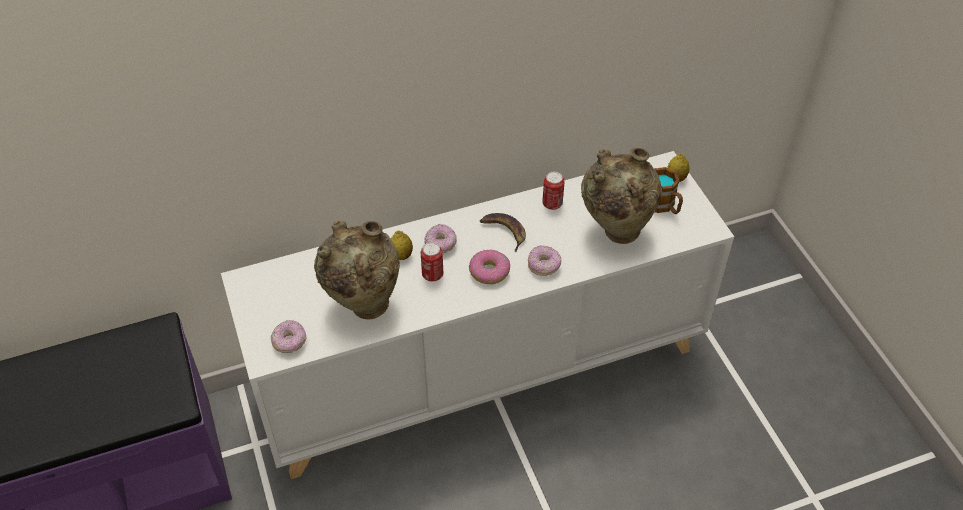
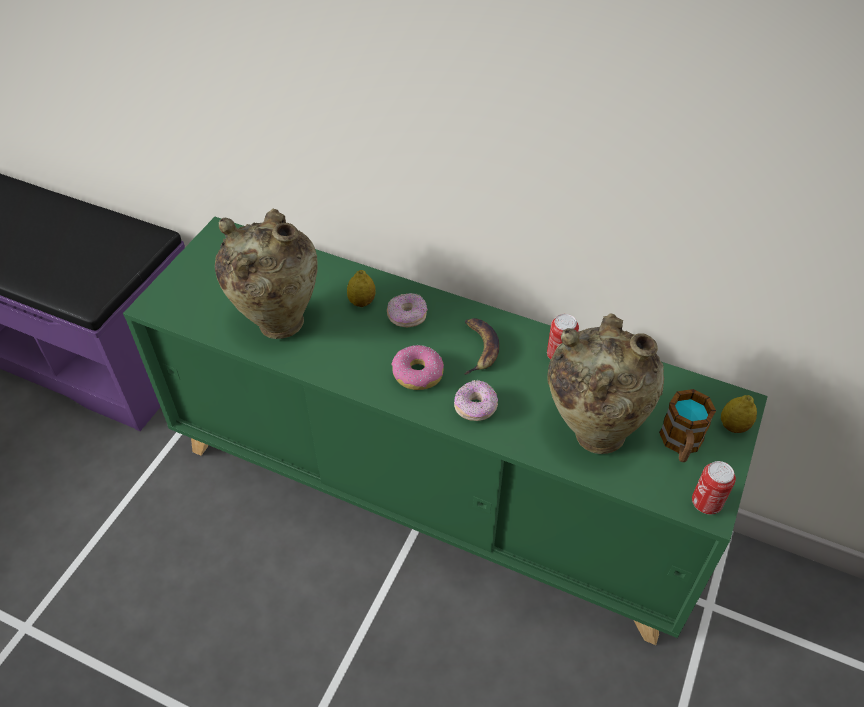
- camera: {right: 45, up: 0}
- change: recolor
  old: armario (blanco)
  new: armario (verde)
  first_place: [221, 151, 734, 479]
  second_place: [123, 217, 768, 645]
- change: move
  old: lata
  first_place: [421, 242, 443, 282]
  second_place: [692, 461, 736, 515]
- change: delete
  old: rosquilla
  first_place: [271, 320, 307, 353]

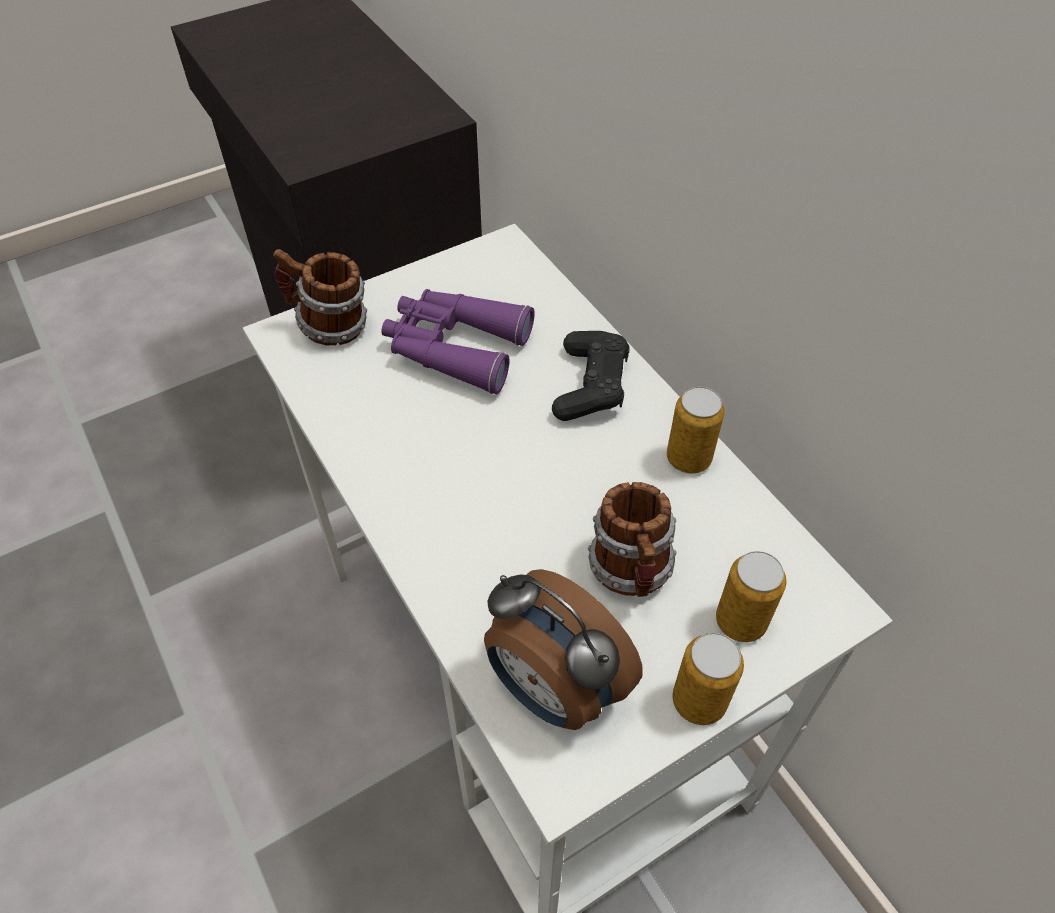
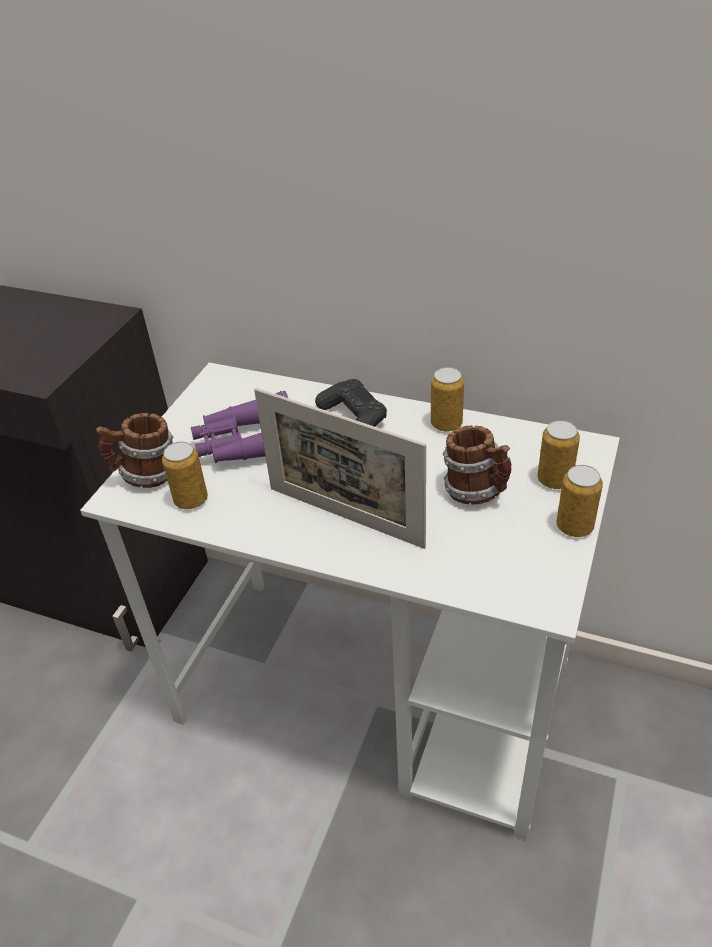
- camera: {right: -35, up: -10}
- change: delete
  old: despertador
  first_place: [484, 569, 642, 730]
- change: insert
  new: portarretratos
  second_place: [254, 388, 426, 549]
- change: insert
  new: lata
  second_place: [162, 442, 208, 509]

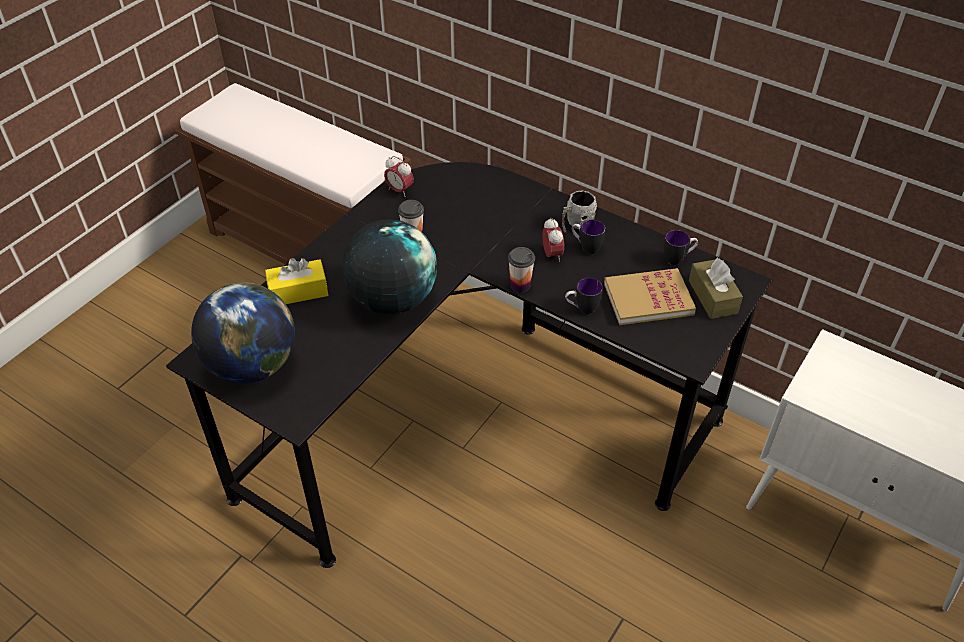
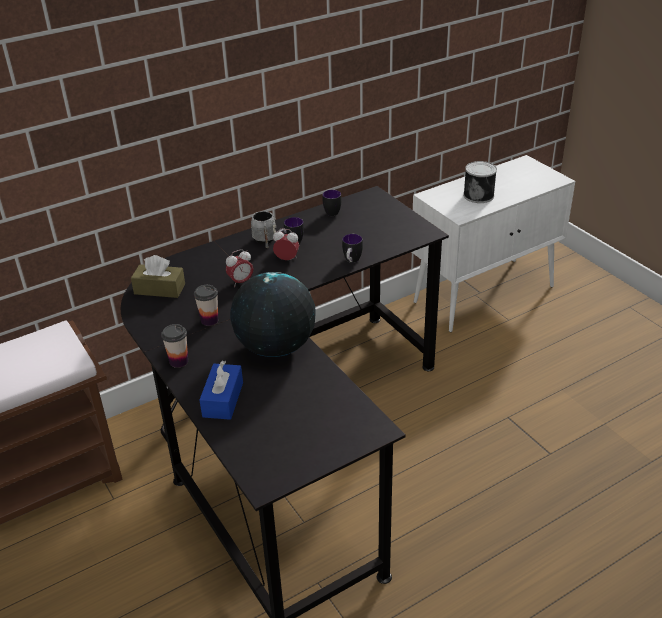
- camera: {right: -65, up: -10}
- change: move
  old: despertador
  first_place: [384, 156, 414, 197]
  second_place: [226, 249, 253, 287]
- change: move
  old: taza
  first_place: [508, 247, 535, 293]
  second_place: [161, 324, 188, 368]
- change: recolor
  old: caja de pañuelos (amarillo)
  new: caja de pañuelos (azul)
  first_place: [265, 258, 328, 304]
  second_place: [199, 361, 243, 420]
- change: move
  old: caja de pañuelos (marrón)
  first_place: [689, 258, 743, 319]
  second_place: [131, 255, 185, 298]
- change: delete
  old: libro
  first_place: [604, 268, 696, 325]
- change: delete
  old: globo terráqueo
  first_place: [191, 282, 295, 383]
- change: insert
  new: lata
  second_place: [463, 161, 497, 203]

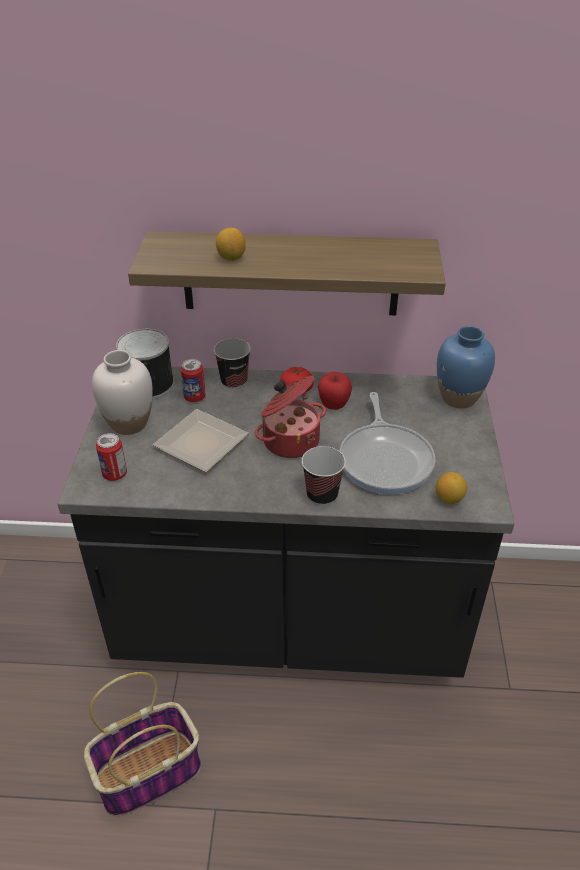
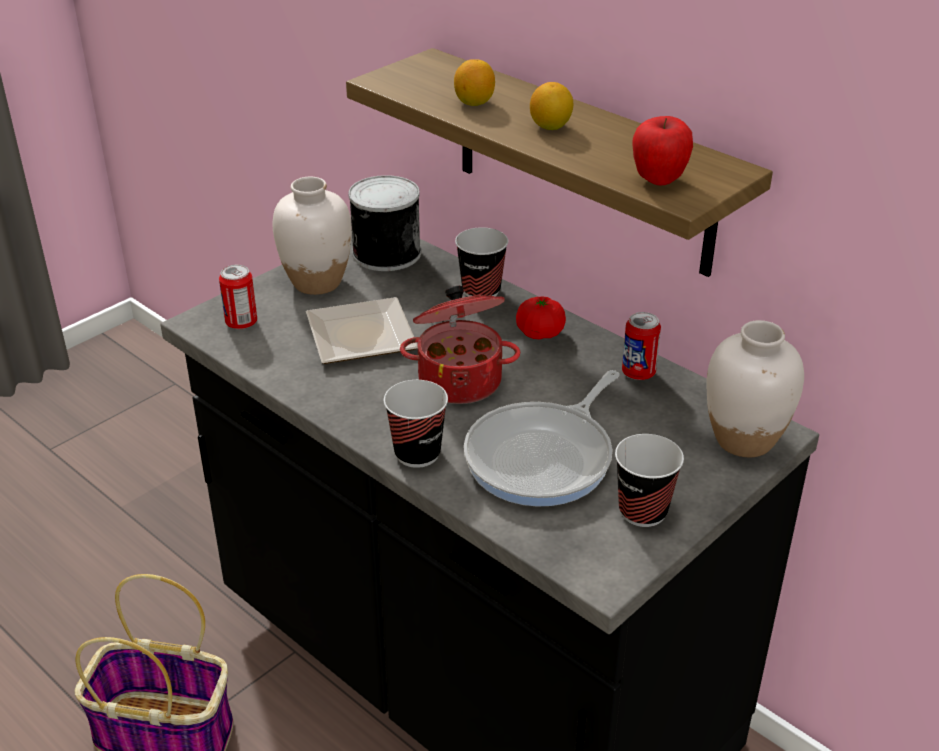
- camera: {right: 40, up: -5}
- change: recolor
  old: florero (azul)
  new: florero (blanco)
  first_place: [437, 326, 495, 408]
  second_place: [707, 320, 804, 457]
- change: move
  old: lata
  first_place: [181, 359, 206, 402]
  second_place: [622, 312, 661, 380]
- change: move
  old: manzana
  first_place: [318, 372, 352, 410]
  second_place: [632, 116, 693, 185]
- change: move
  old: limón
  first_place: [436, 472, 467, 504]
  second_place: [530, 82, 573, 130]
- change: insert
  new: taza
  second_place: [615, 434, 684, 527]

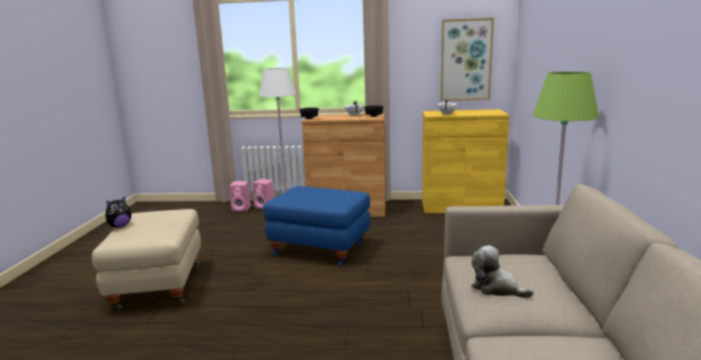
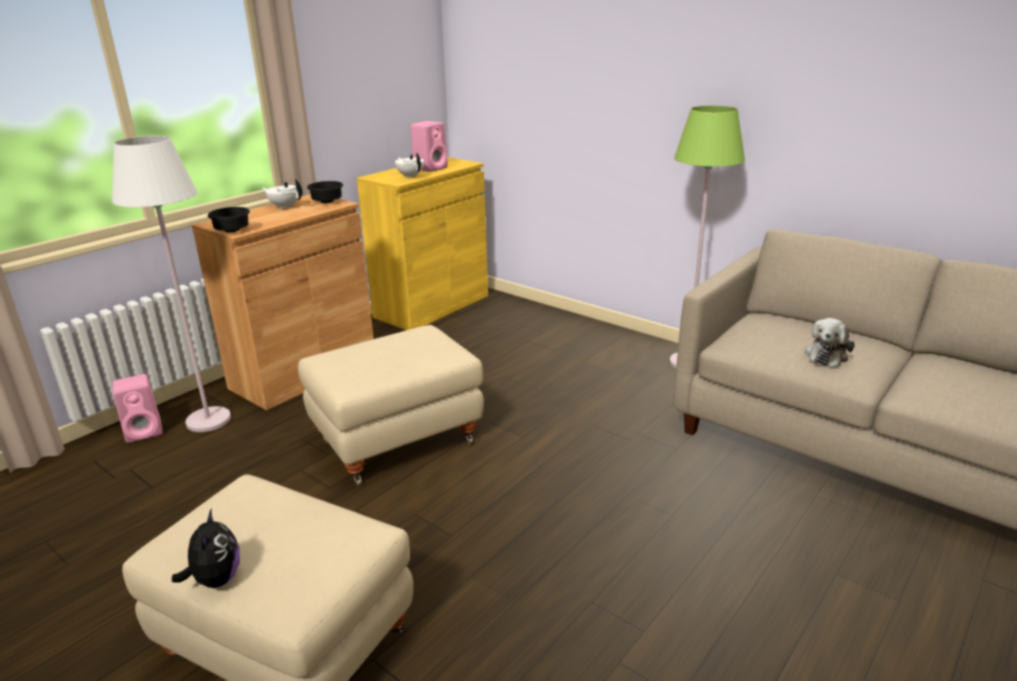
- camera: {right: -55, up: 10}
- change: delete
  old: cuadro
  first_place: [440, 18, 494, 101]
- change: move
  old: altavoz (rosa)
  first_place: [230, 181, 251, 212]
  second_place: [411, 121, 448, 172]
- change: recolor
  old: puf (azul)
  new: puf (beis)
  first_place: [263, 186, 370, 266]
  second_place: [298, 325, 484, 486]
- change: rotate
  old: peluche
  first_place: [471, 245, 534, 298]
  second_place: [804, 318, 855, 367]
  degrees: -45

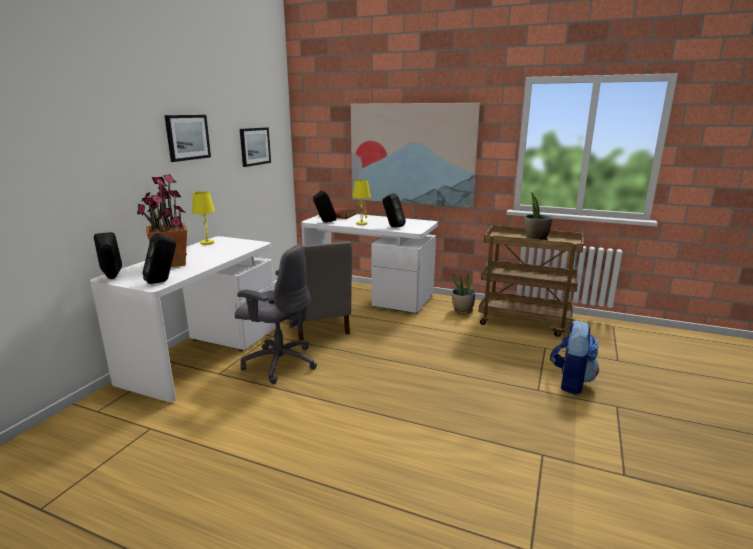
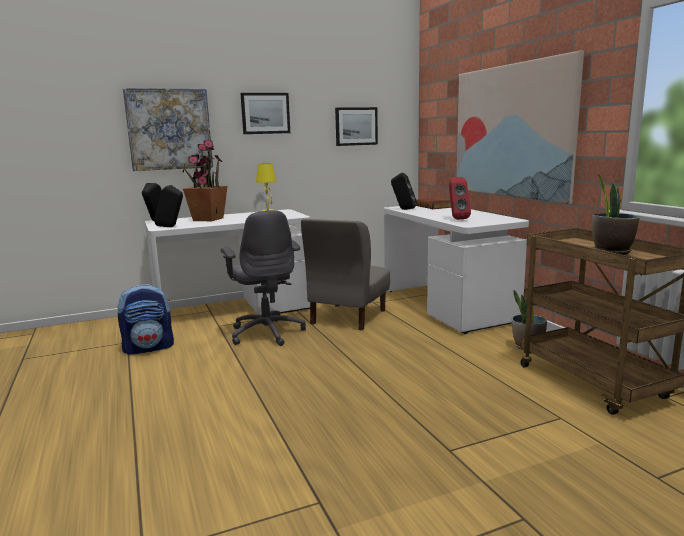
- camera: {right: 45, up: -5}
- change: delete
  old: lámpara de mesa (amarillo)
  first_place: [352, 180, 371, 225]
- change: recolor
  old: altavoz (negro)
  new: altavoz (rojo)
  first_place: [382, 193, 406, 227]
  second_place: [449, 177, 471, 220]
- change: move
  old: mochila
  first_place: [550, 320, 599, 394]
  second_place: [117, 284, 174, 355]
- change: insert
  new: cuadro
  second_place: [123, 88, 213, 171]

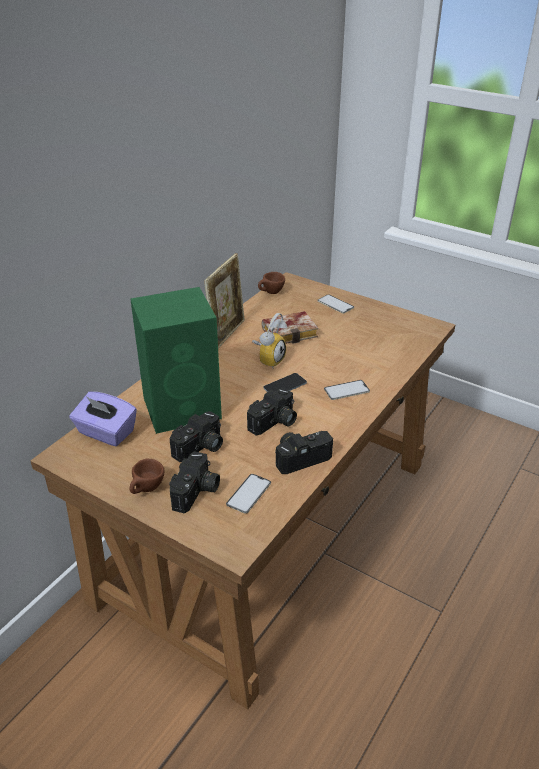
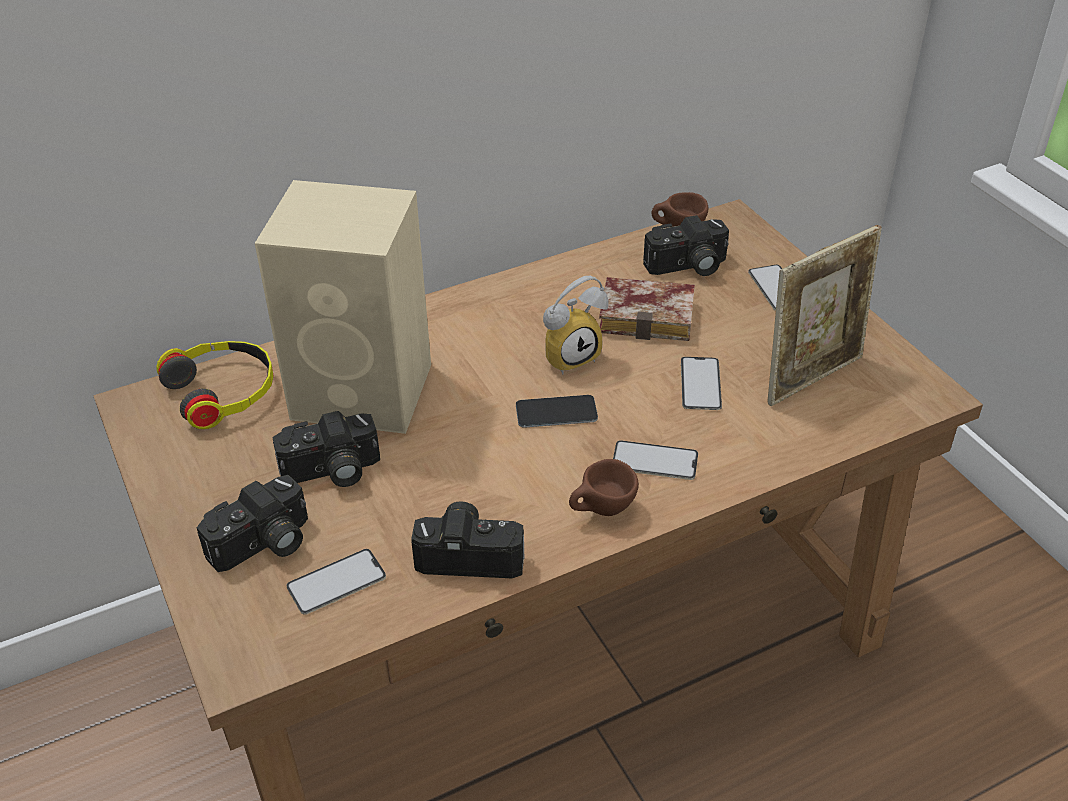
- camera: {right: 30, up: 5}
- change: move
  old: portarretratos
  first_place: [204, 253, 245, 349]
  second_place: [767, 225, 882, 406]
- change: recolor
  old: altavoz (verde)
  new: altavoz (beis)
  first_place: [130, 287, 222, 434]
  second_place: [255, 180, 431, 434]
- change: move
  old: cámara
  first_place: [247, 388, 297, 436]
  second_place: [643, 215, 729, 276]
- change: replace
  old: caja de pañuelos (morado)
  new: auriculares
  first_place: [69, 391, 137, 446]
  second_place: [156, 341, 274, 429]
- change: move
  old: taza (marrón)
  first_place: [129, 459, 164, 494]
  second_place: [569, 459, 639, 516]
- change: insert
  new: móvil
  second_place: [681, 357, 722, 410]

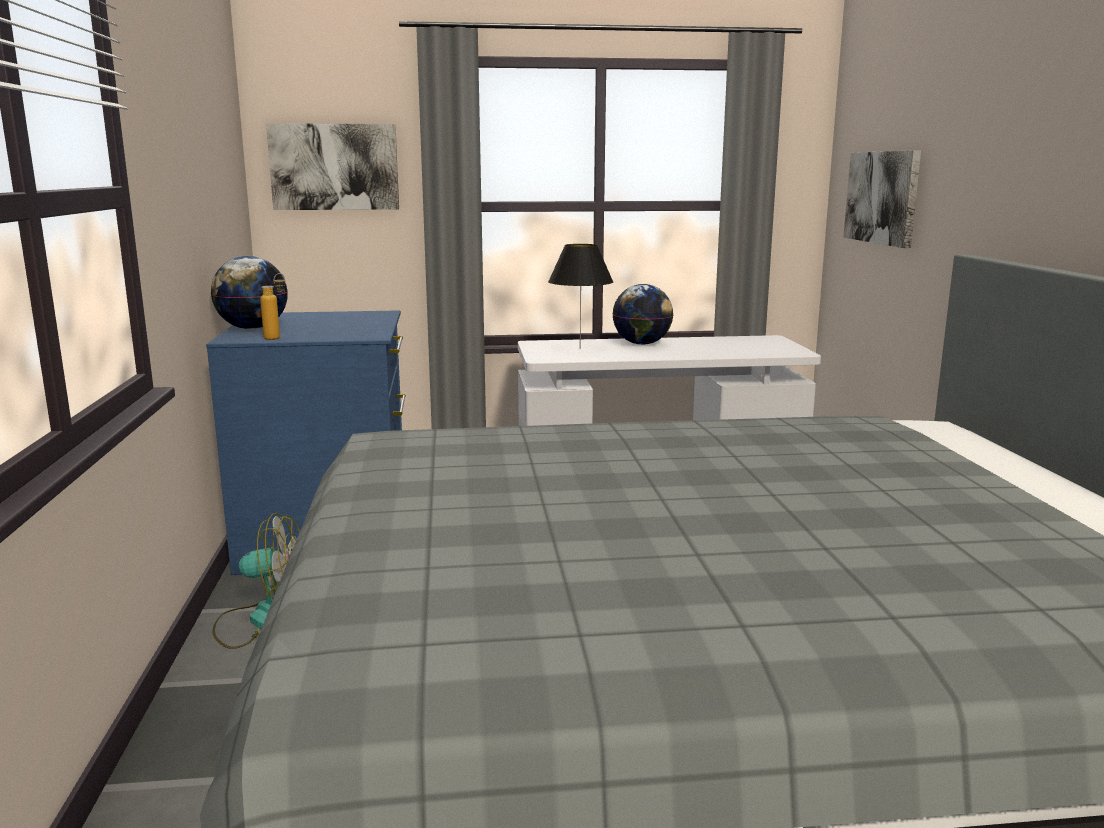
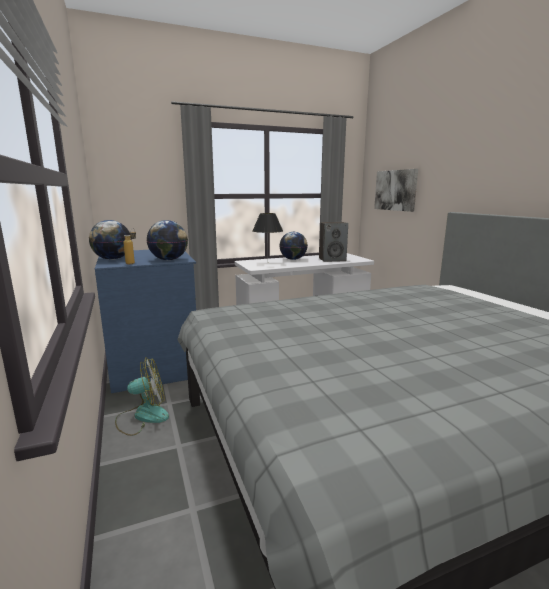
- camera: {right: -15, up: 0}
- change: delete
  old: cuadro
  first_place: [266, 123, 399, 210]
- change: insert
  new: globo terráqueo
  second_place: [147, 220, 188, 260]
- change: insert
  new: altavoz
  second_place: [319, 222, 348, 262]

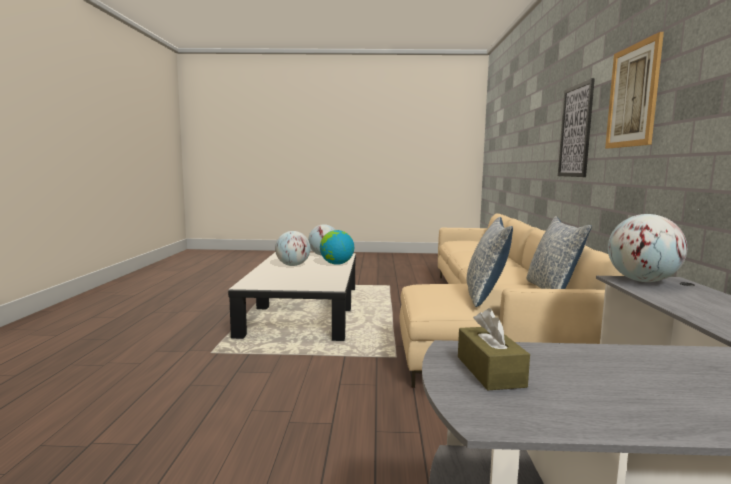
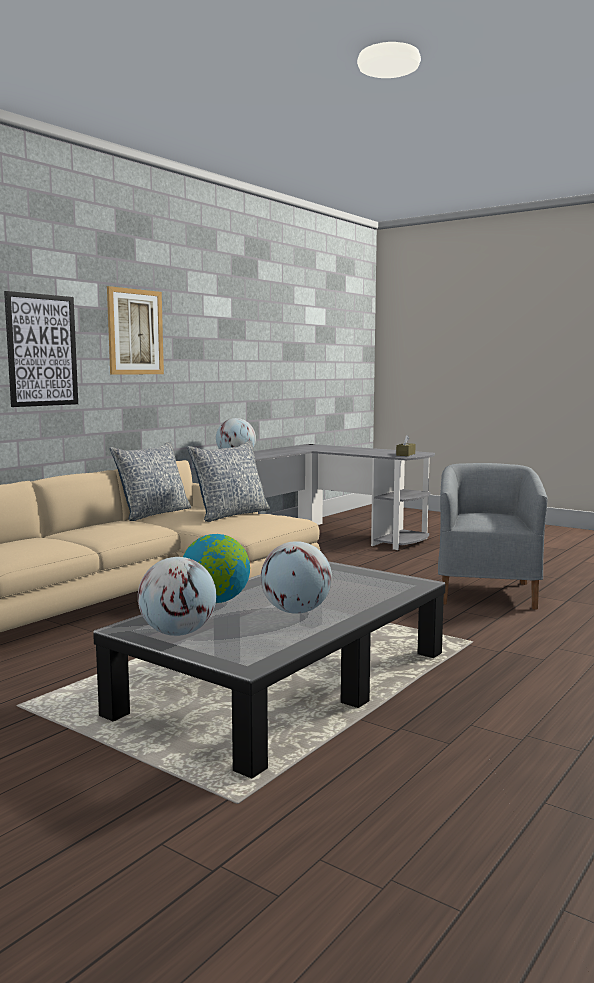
- camera: {right: -145, up: 0}
- change: insert
  new: sillón (gris)
  second_place: [438, 463, 548, 610]

